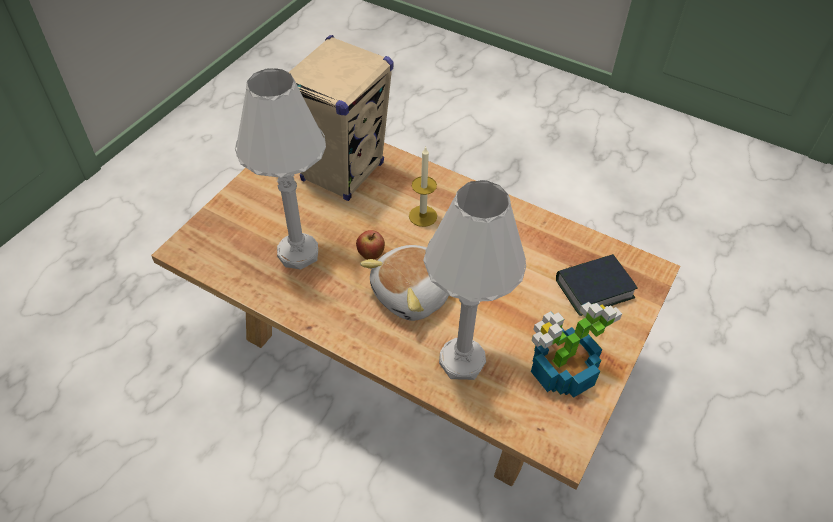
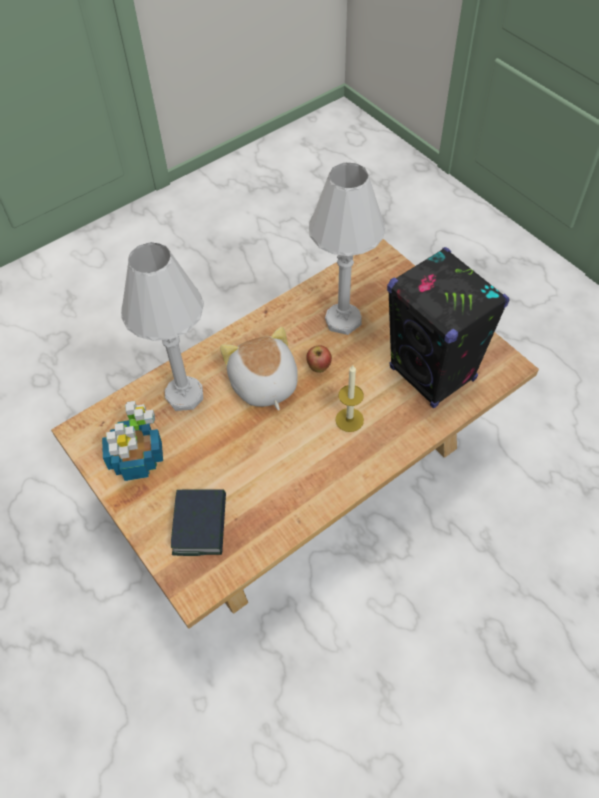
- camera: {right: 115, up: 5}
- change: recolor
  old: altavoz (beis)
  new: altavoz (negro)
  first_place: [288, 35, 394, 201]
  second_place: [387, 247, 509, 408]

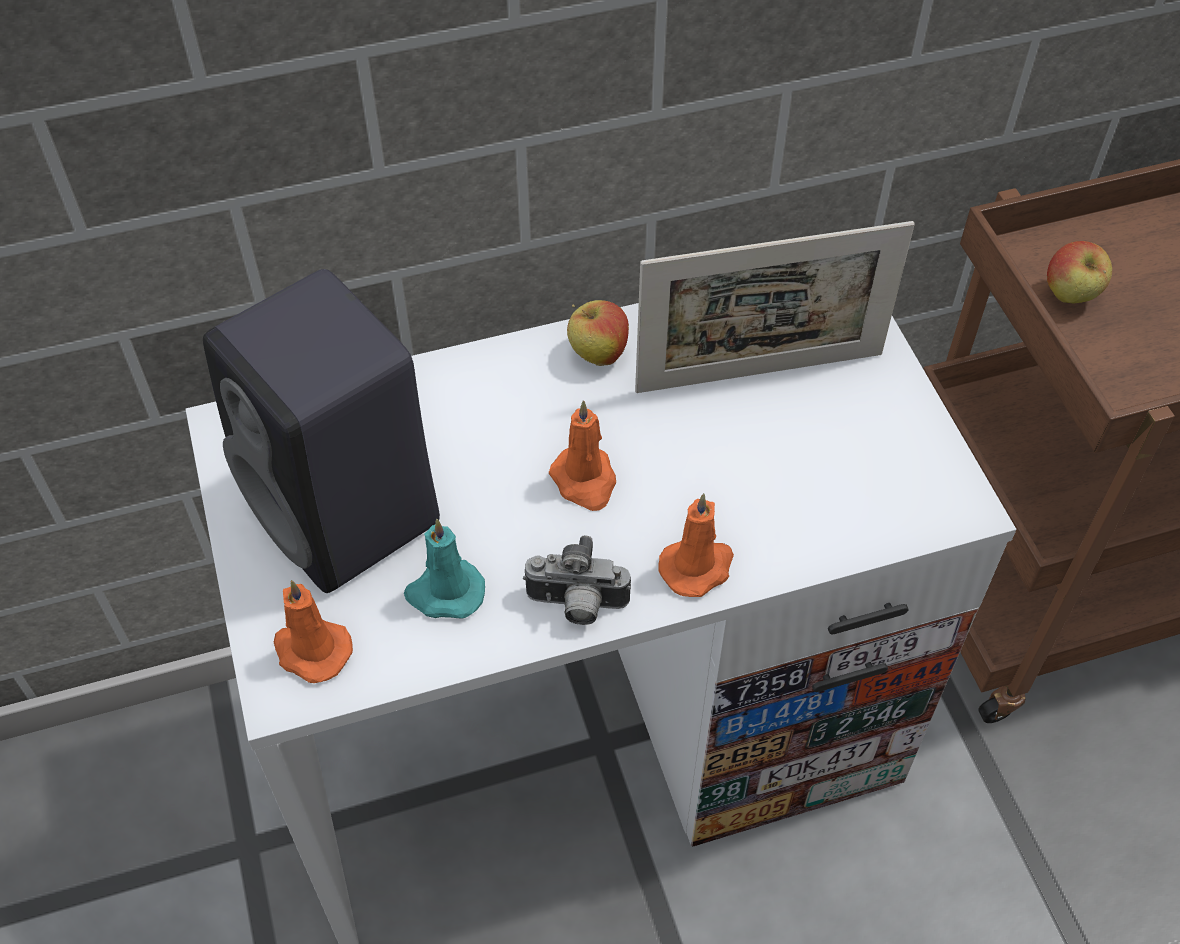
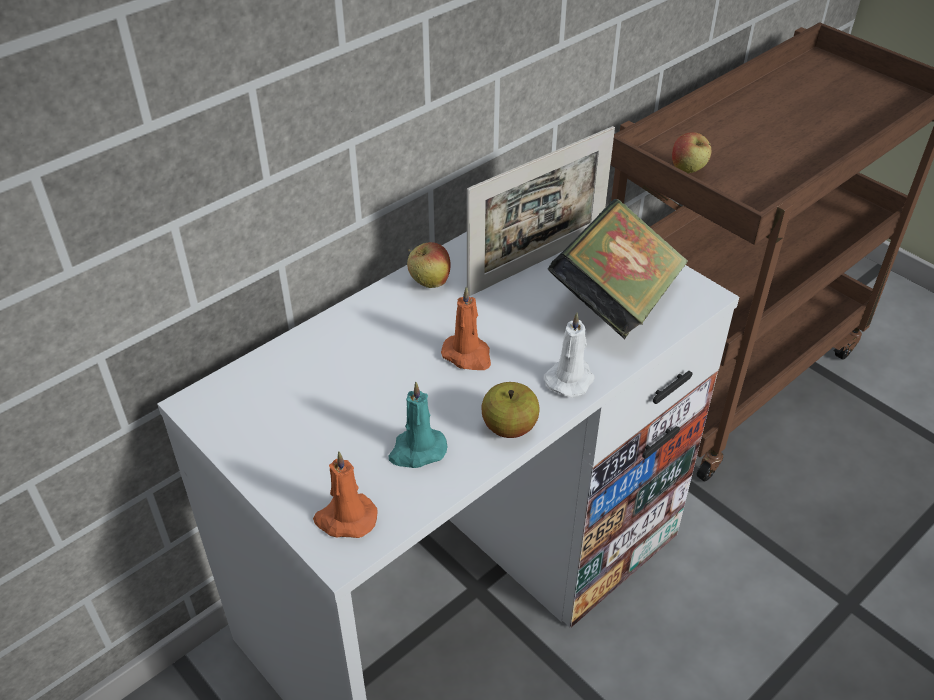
- camera: {right: -25, up: -10}
- change: delete
  old: altavoz (negro)
  first_place: [203, 269, 440, 593]
- change: recolor
  old: vela (naranja)
  new: vela (blanco)
  first_place: [658, 493, 734, 597]
  second_place: [544, 312, 595, 397]
- change: replace
  old: cámara
  new: manzana
  first_place: [523, 535, 631, 625]
  second_place: [481, 382, 540, 438]
- change: insert
  new: libro
  second_place: [548, 199, 688, 339]

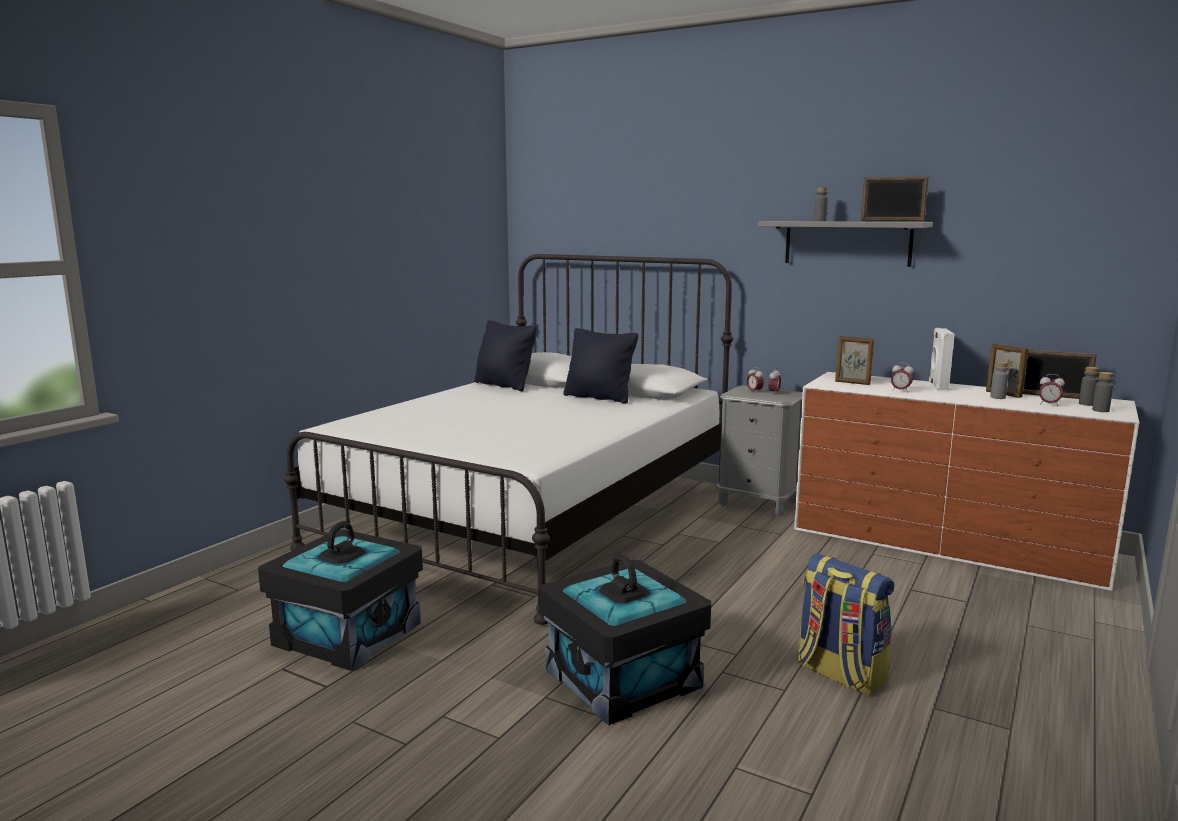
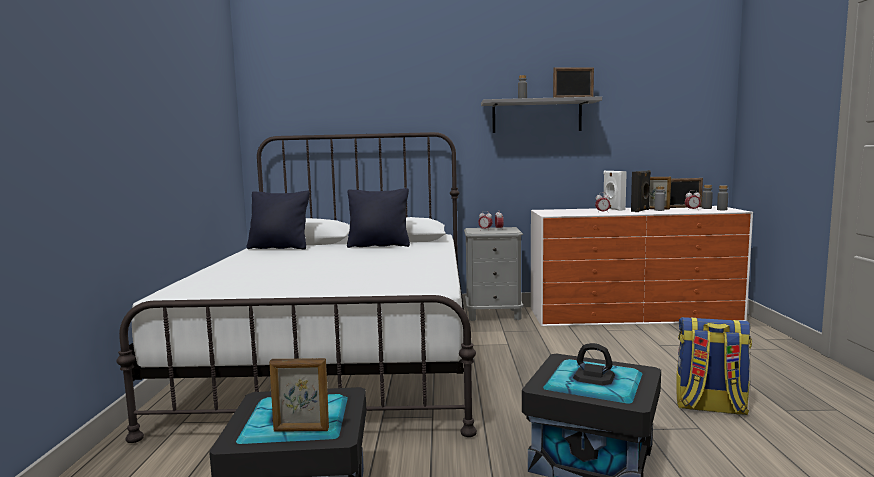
- camera: {right: -30, up: -5}
- change: move
  old: portarretratos
  first_place: [835, 336, 874, 385]
  second_place: [269, 358, 329, 431]
- change: insert
  new: altavoz (negro)
  second_place: [631, 170, 651, 212]

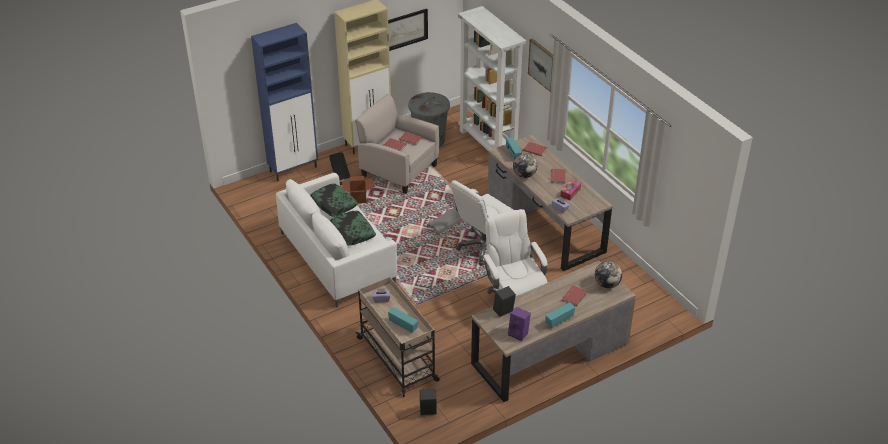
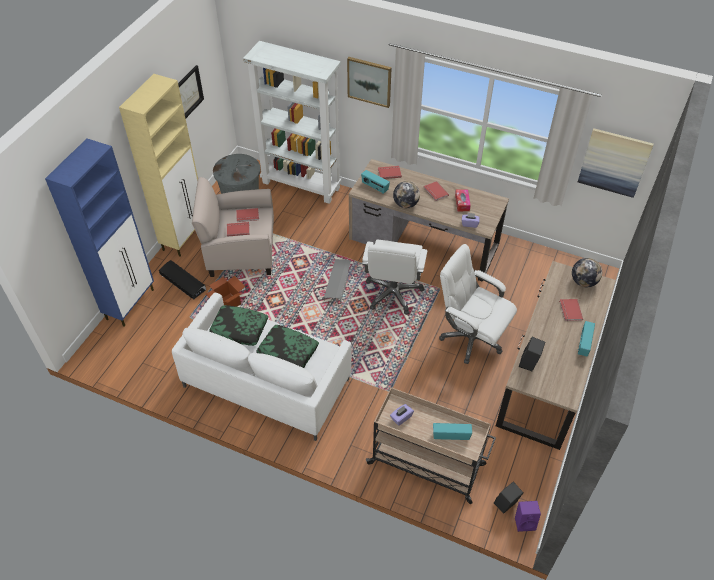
- camera: {right: -35, up: 10}
- change: move
  old: altavoz (morado)
  first_place: [508, 307, 531, 341]
  second_place: [515, 501, 541, 532]
- change: insert
  new: cuadro
  second_place: [578, 128, 654, 198]

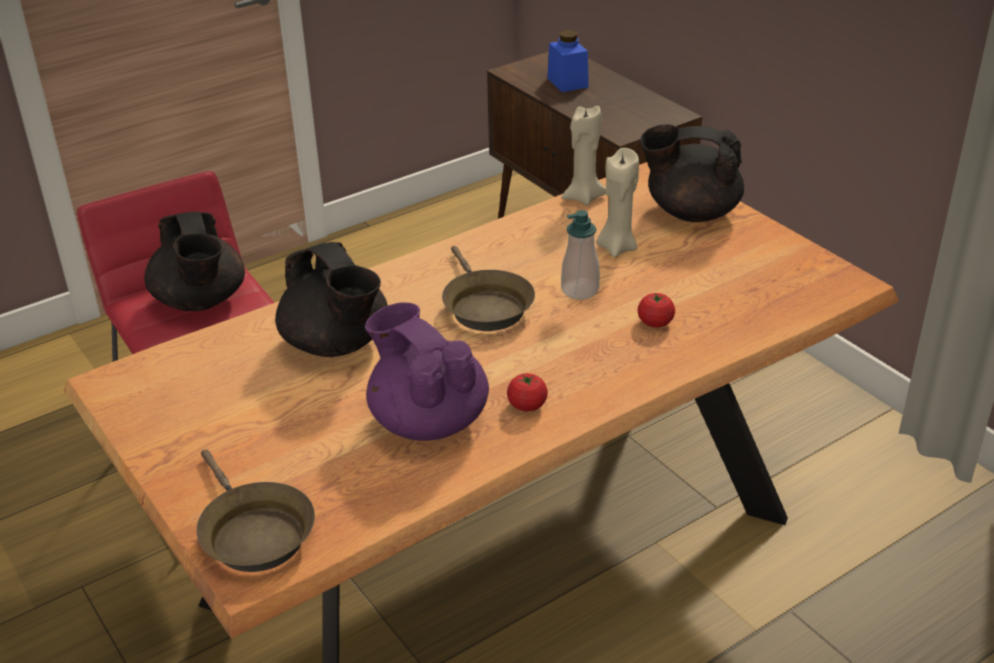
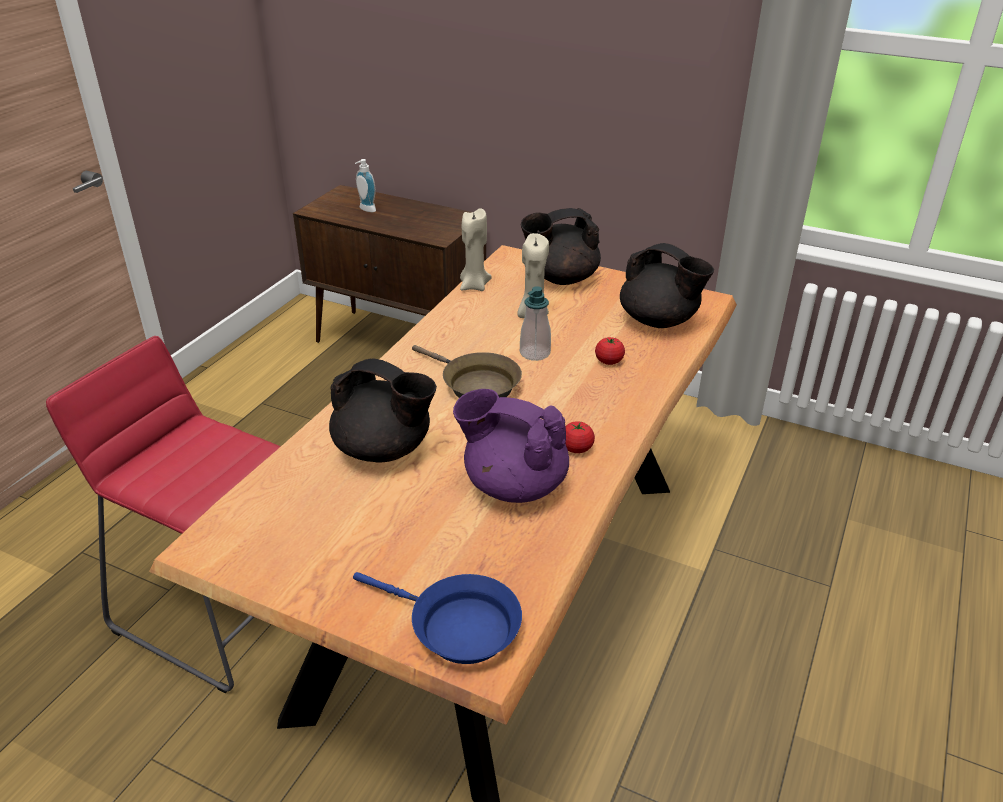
- camera: {right: -30, up: 0}
- change: replace
  old: tarro (azul)
  new: dispensador de jabón
  first_place: [547, 30, 589, 92]
  second_place: [355, 159, 376, 212]
- change: move
  old: tetera (negro)
  first_place: [144, 212, 245, 311]
  second_place: [620, 243, 714, 328]
- change: recolor
  old: sartén (marrón)
  new: sartén (azul)
  first_place: [196, 449, 315, 572]
  second_place: [353, 572, 522, 664]

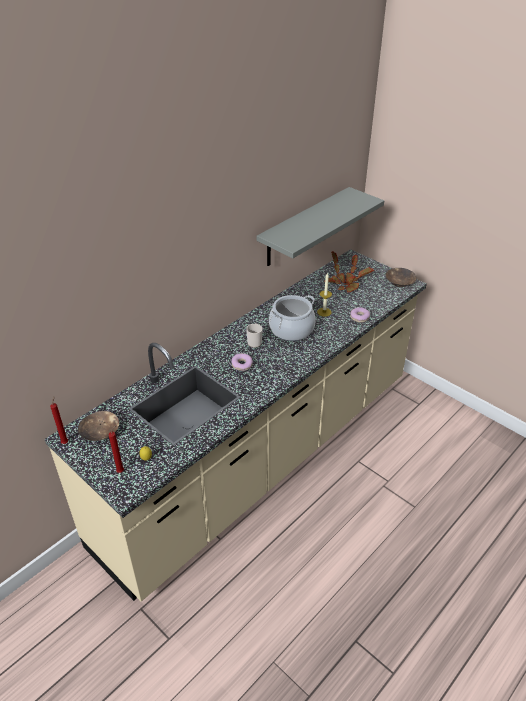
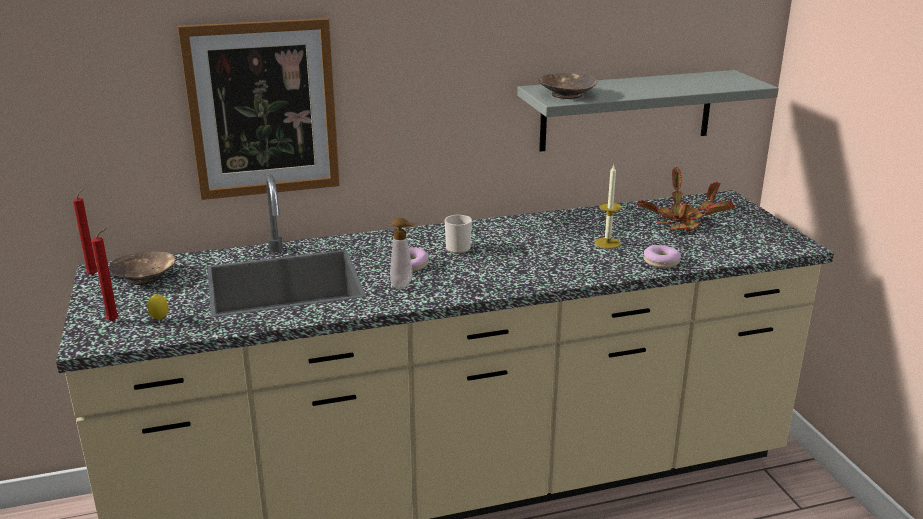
- camera: {right: 30, up: -15}
- change: move
  old: cuenco (marrón)
  first_place: [385, 268, 416, 287]
  second_place: [538, 73, 598, 99]
- change: delete
  old: olla
  first_place: [269, 295, 315, 341]
- change: insert
  new: cuadro
  second_place: [178, 18, 340, 200]
- change: insert
  new: dispensador de jabón
  second_place: [390, 218, 415, 289]

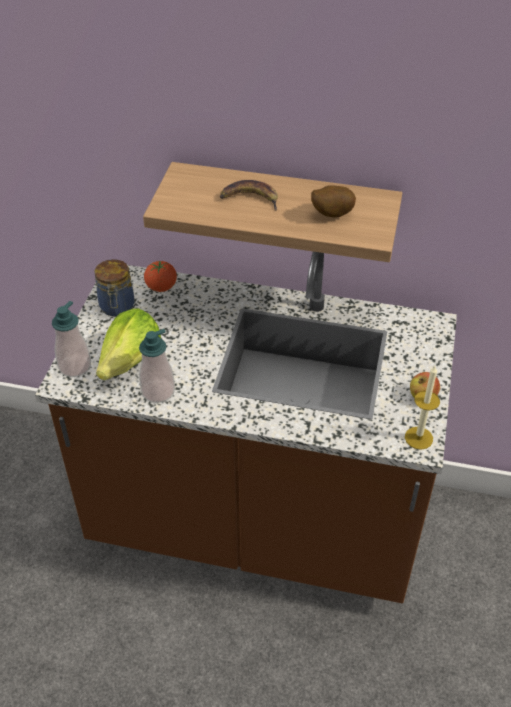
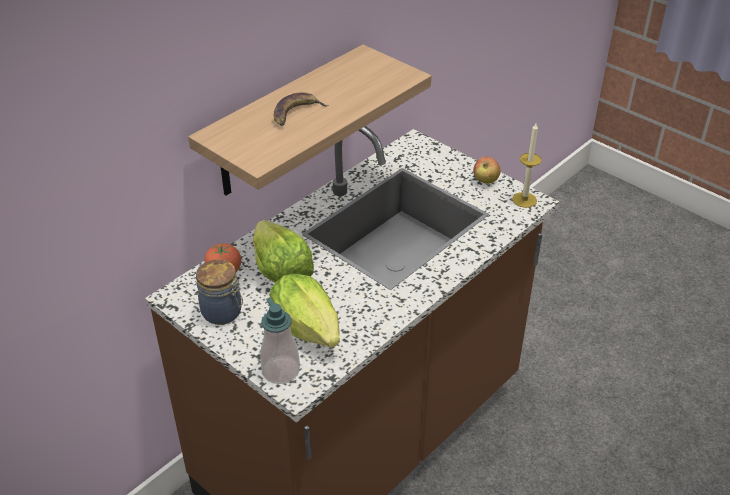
- camera: {right: -60, up: -5}
- change: delete
  old: patata
  first_place: [311, 185, 356, 217]
- change: delete
  old: dispensador de jabón
  first_place: [139, 329, 175, 403]
- change: insert
  new: lechuga
  second_place: [253, 220, 314, 283]

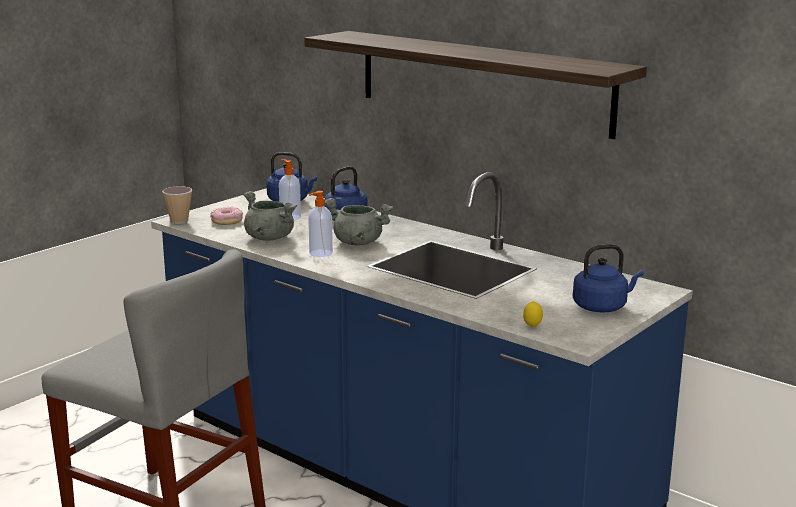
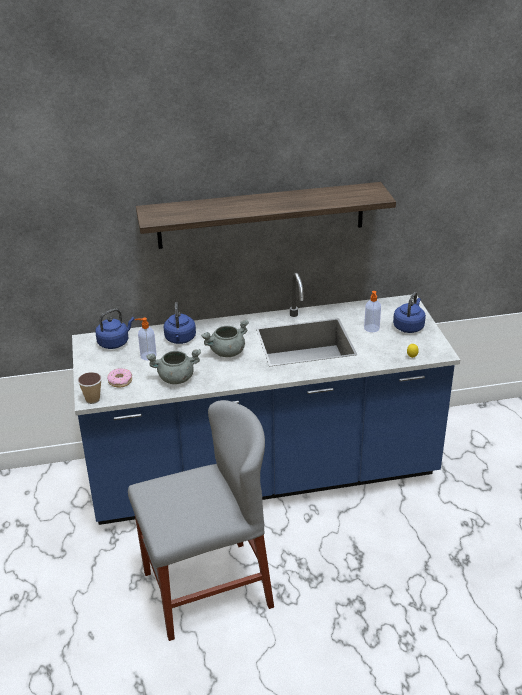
- camera: {right: -50, up: 15}
- change: move
  old: dispensador de jabón
  first_place: [308, 191, 333, 257]
  second_place: [364, 291, 381, 332]

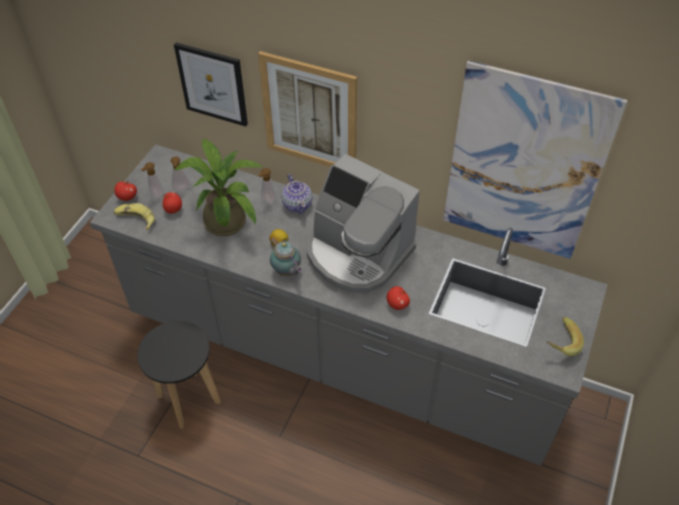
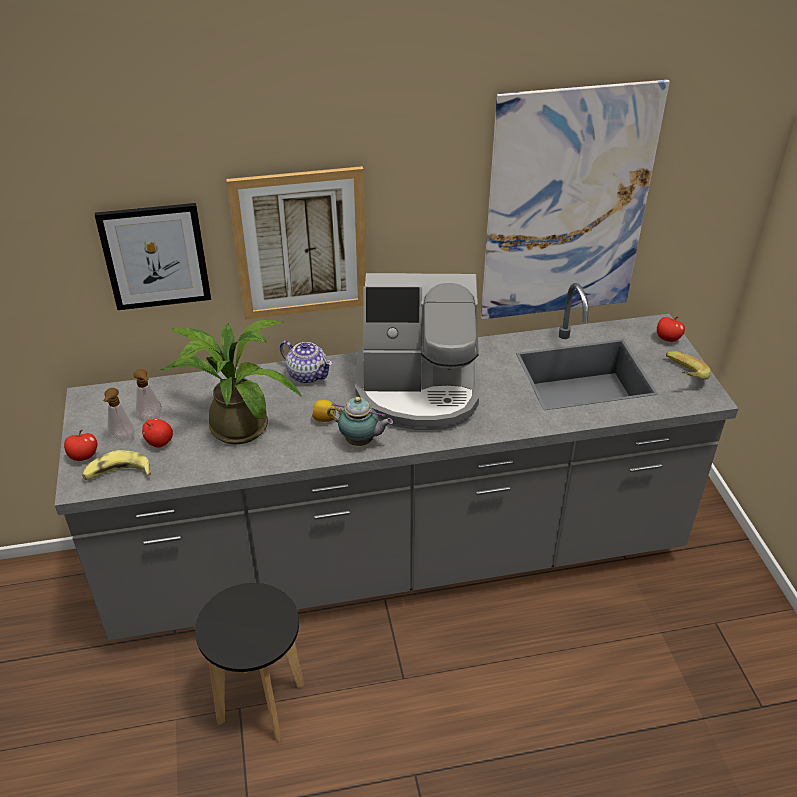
- camera: {right: -35, up: -10}
- change: delete
  old: dispensador de jabón
  first_place: [258, 168, 276, 205]
- change: move
  old: manzana
  first_place: [386, 286, 410, 310]
  second_place: [657, 316, 685, 342]

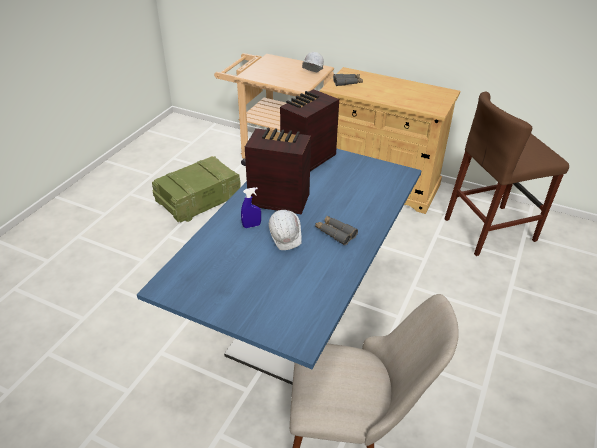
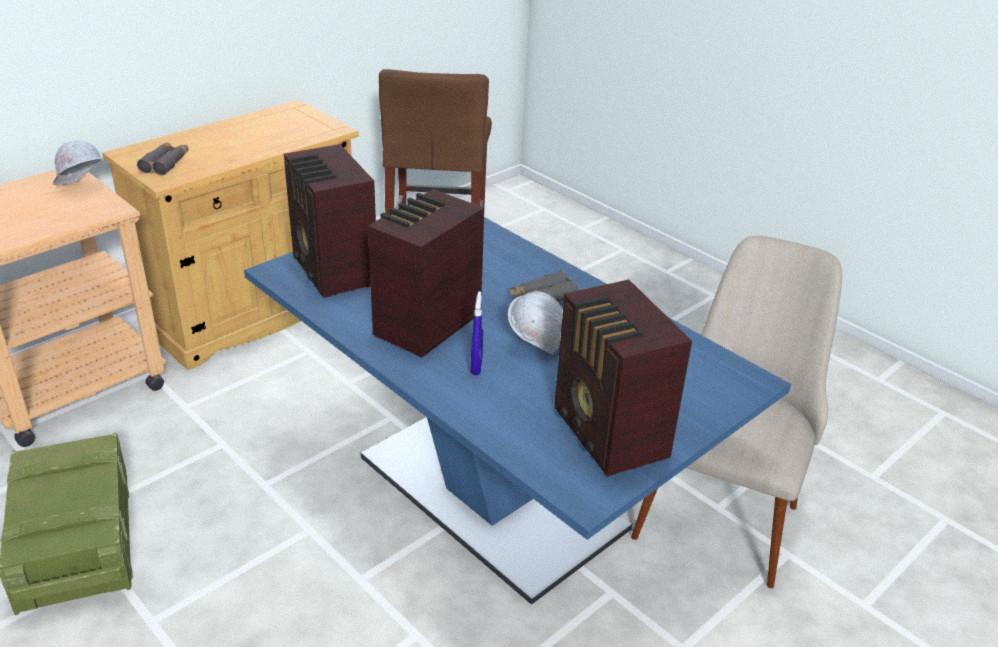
- camera: {right: -70, up: -5}
- change: insert
  new: radio
  second_place: [554, 280, 692, 476]

